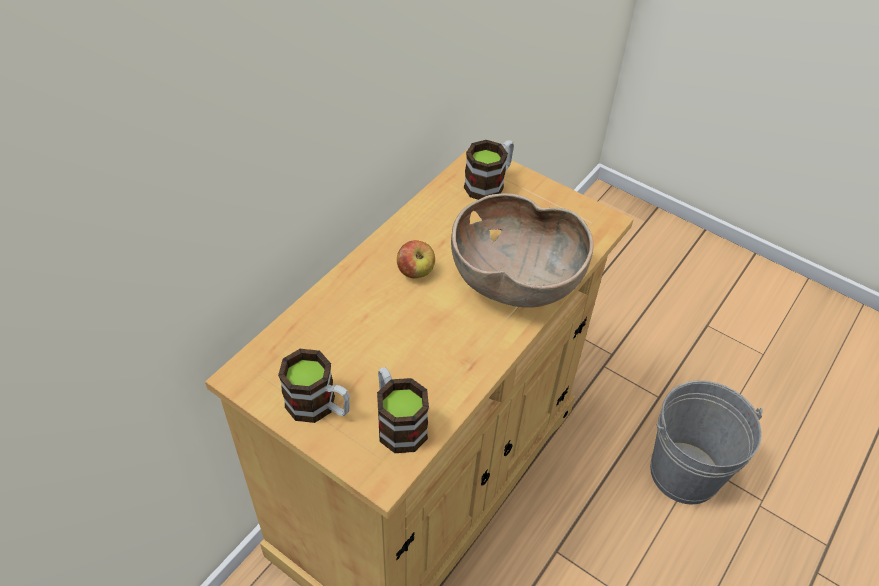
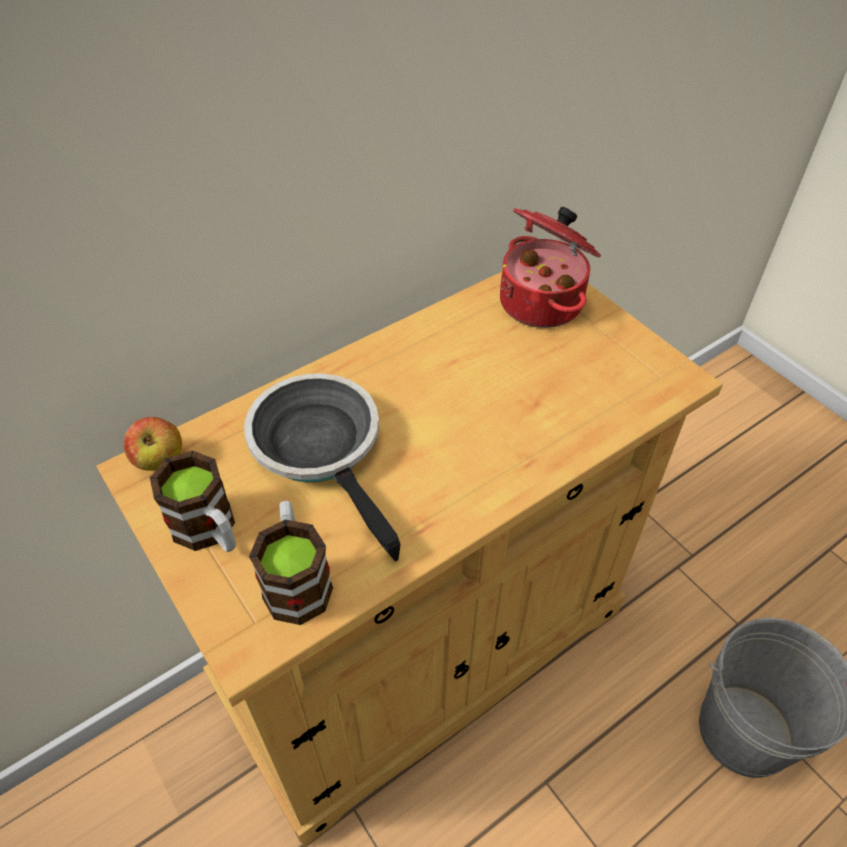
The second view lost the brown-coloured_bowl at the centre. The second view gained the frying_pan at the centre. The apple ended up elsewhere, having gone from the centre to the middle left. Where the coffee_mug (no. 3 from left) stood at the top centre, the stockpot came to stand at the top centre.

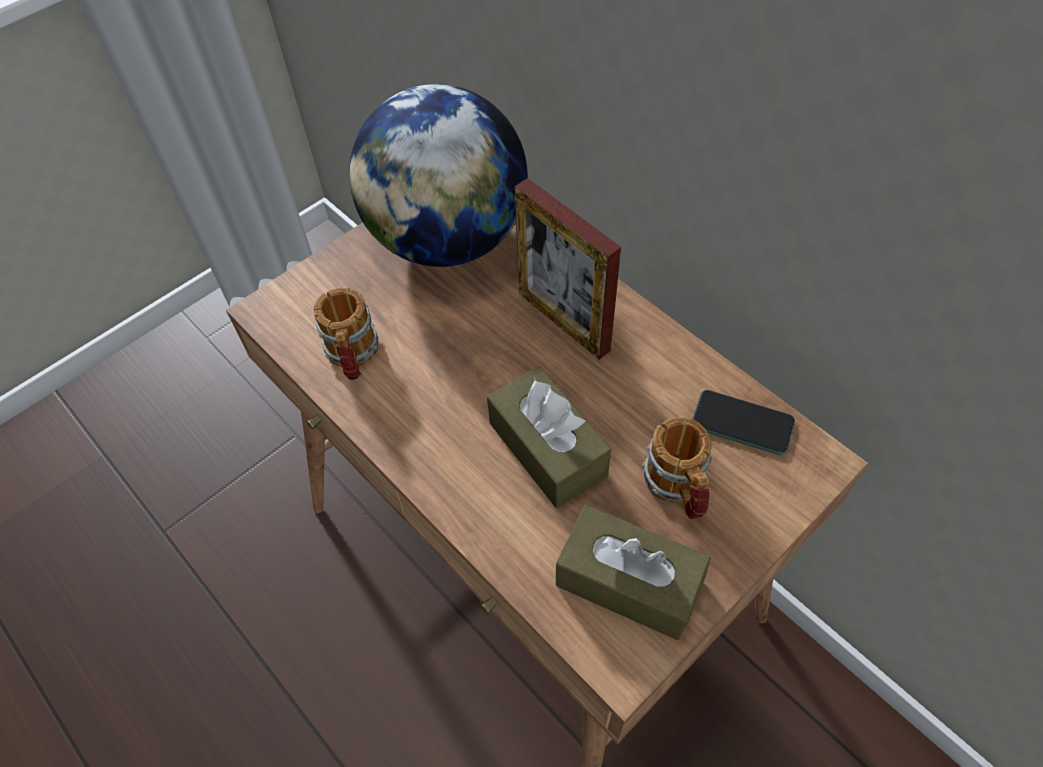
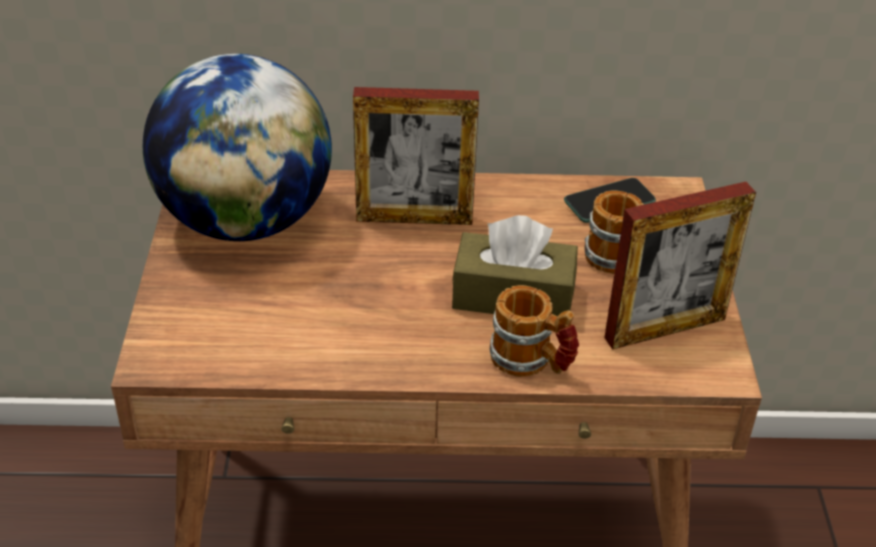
The coffee_mug (no. 1 from left) ended up elsewhere, having gone from the middle left to the centre. Where the brown-coloured_box_of_tissues (no. 2 from left) stood at the bottom centre, the photo_frame (no. 2 from left) came to stand at the middle right.

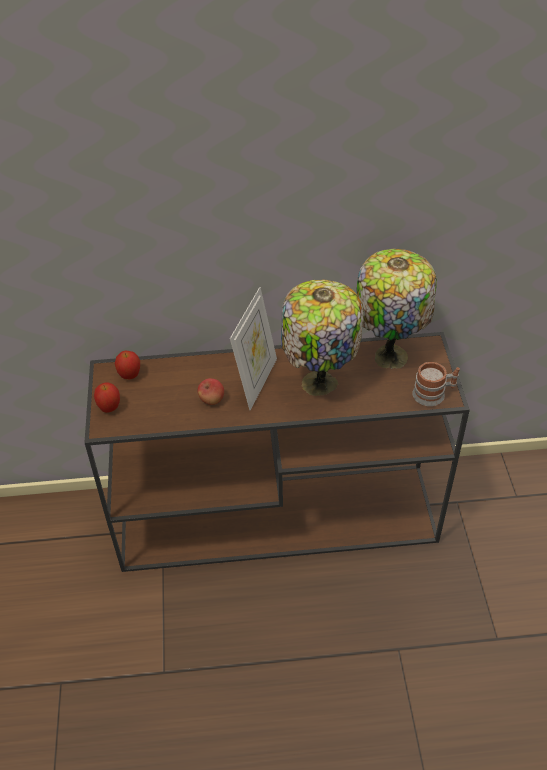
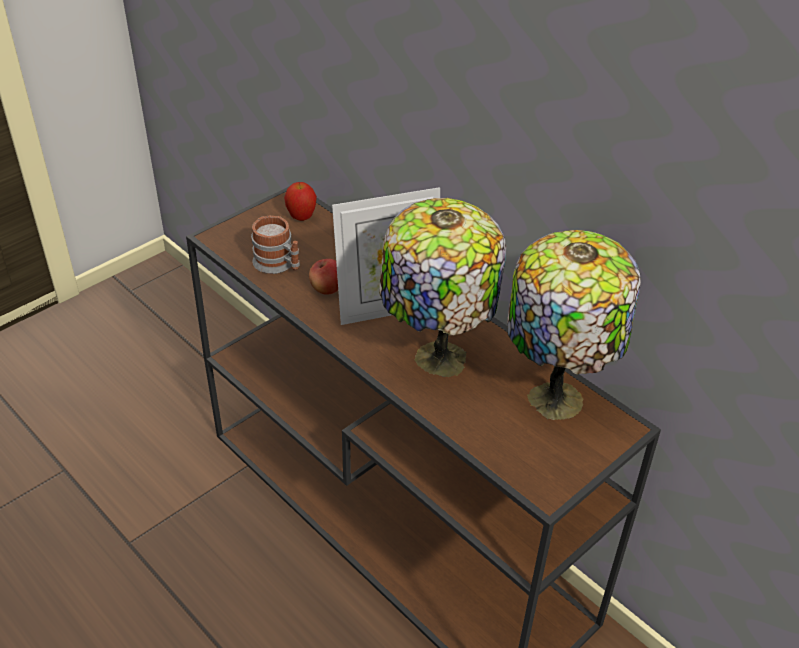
The second view lost the apple (no. 1 from left) at the middle left. The coffee_mug ended up elsewhere, having gone from the middle right to the centre.

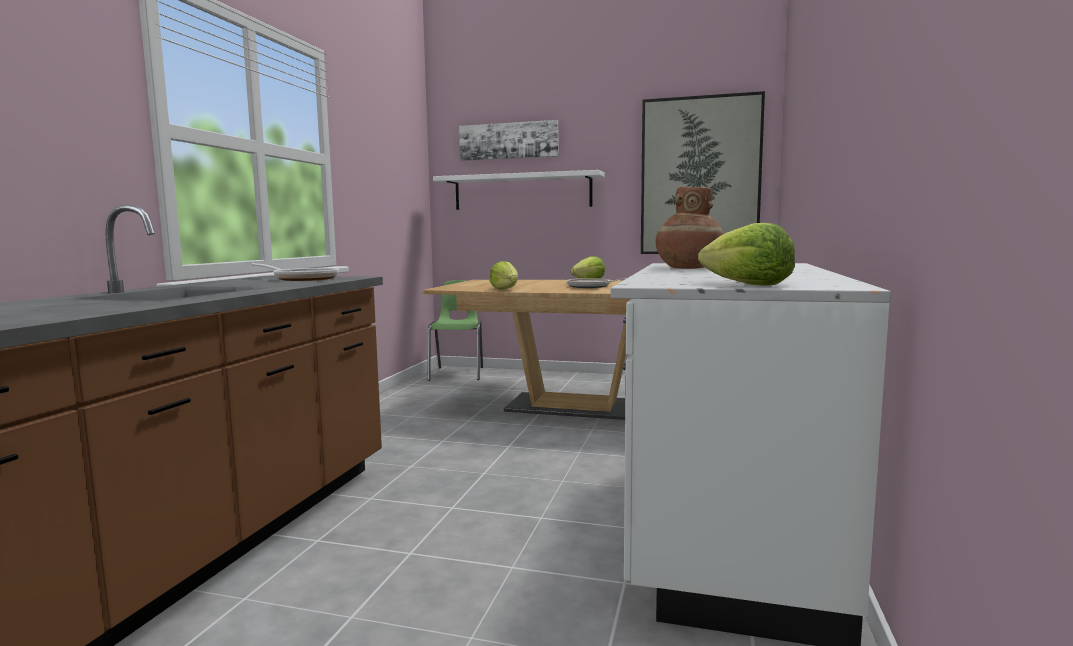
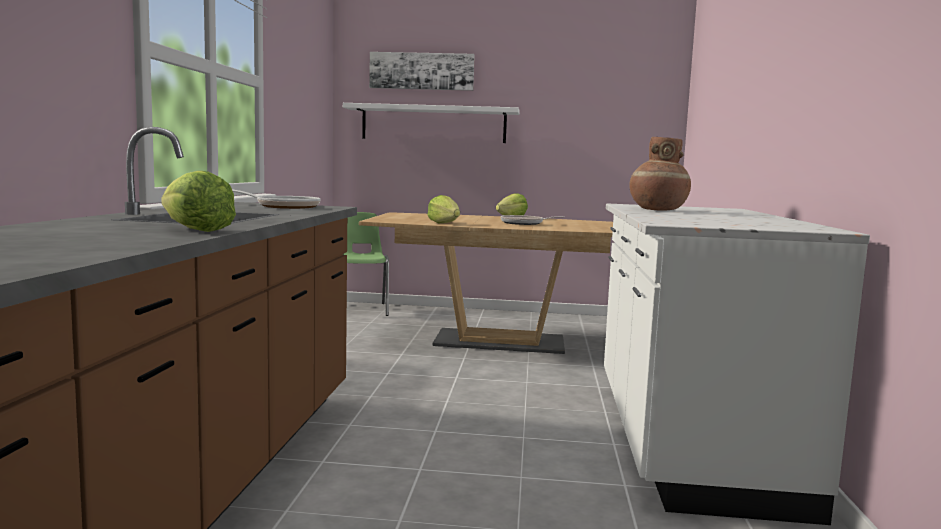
The second view lost the picture (no. 2 from left) at the top centre. The lettuce_head (no. 3 from left in the first image) ended up elsewhere, having gone from the middle right to the middle left.

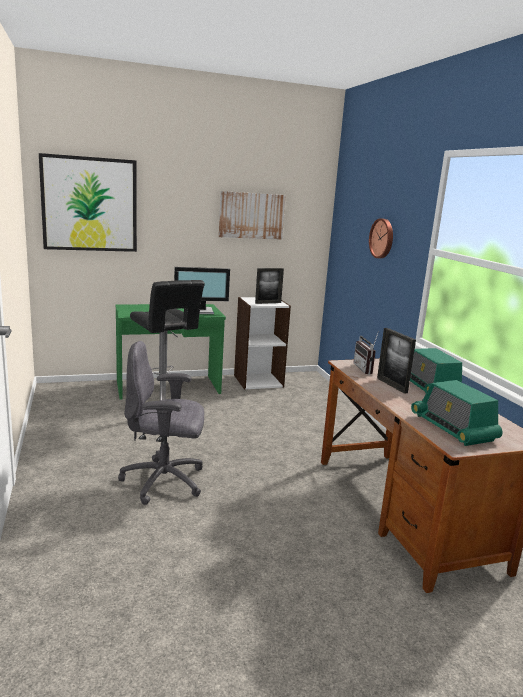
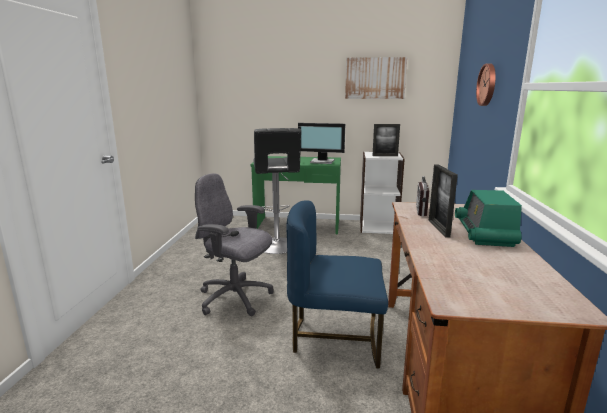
The second view lost the picture (no. 1 from left) at the top left. The second view lost the radio_set (no. 3 from left) at the middle right. The second view gained the blue-coloured_chair at the bottom centre.

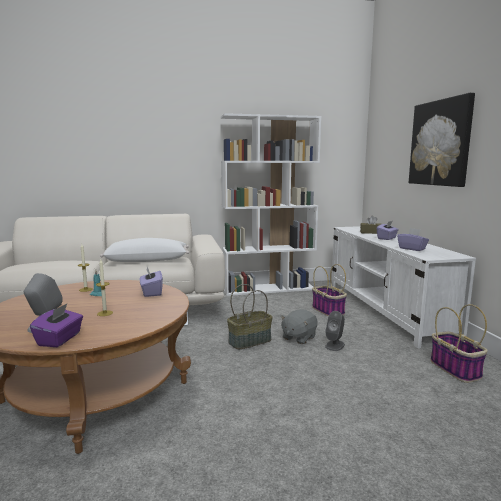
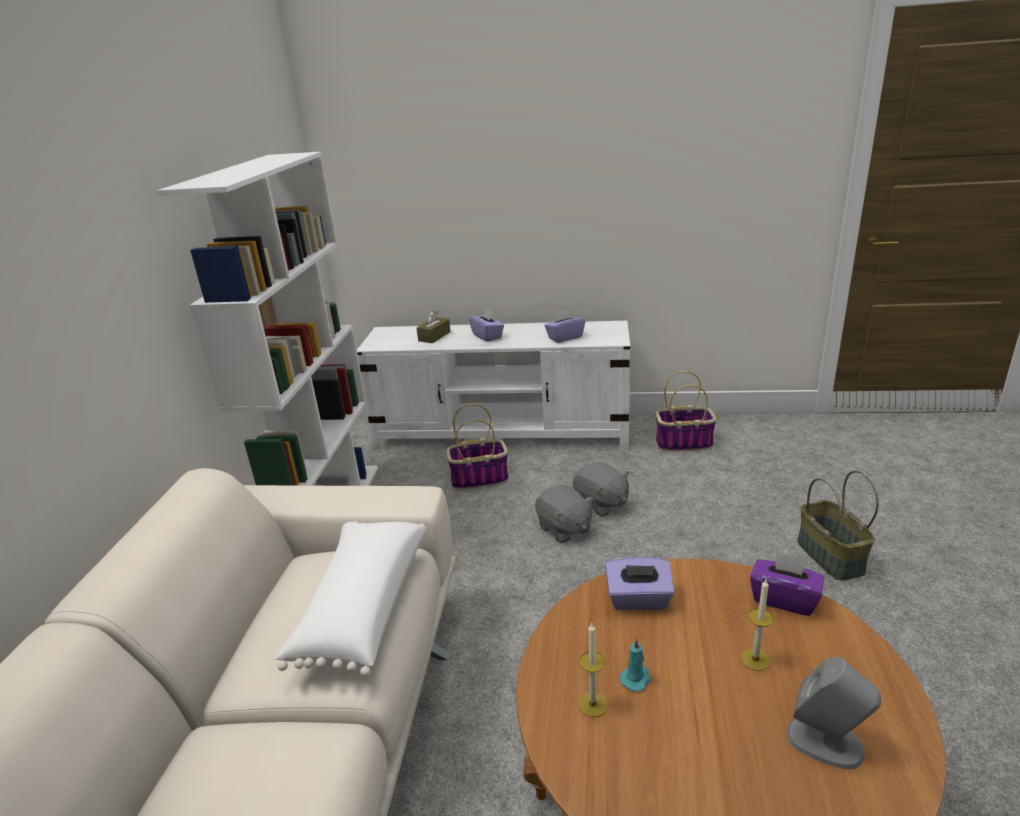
The second view lost the picture at the top right. The purplish_box_of_tissues (no. 1 from left in the first image) ended up elsewhere, having gone from the middle left to the bottom right. The basket (no. 1 from left in the first image) ended up elsewhere, having gone from the centre to the middle right. Where the greyish_loudspeaker (no. 2 from left) stood at the middle right, the greyish_soft_toy (no. 2 from left) came to stand at the centre.

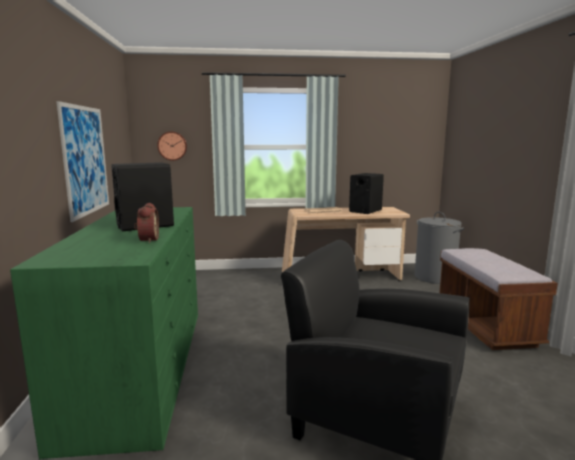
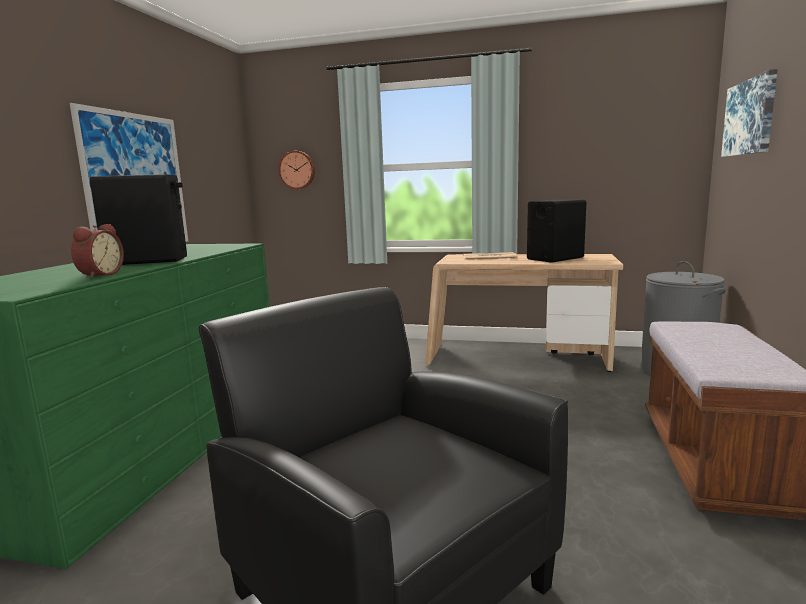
The second view gained the picture (no. 2 from left) at the top right.

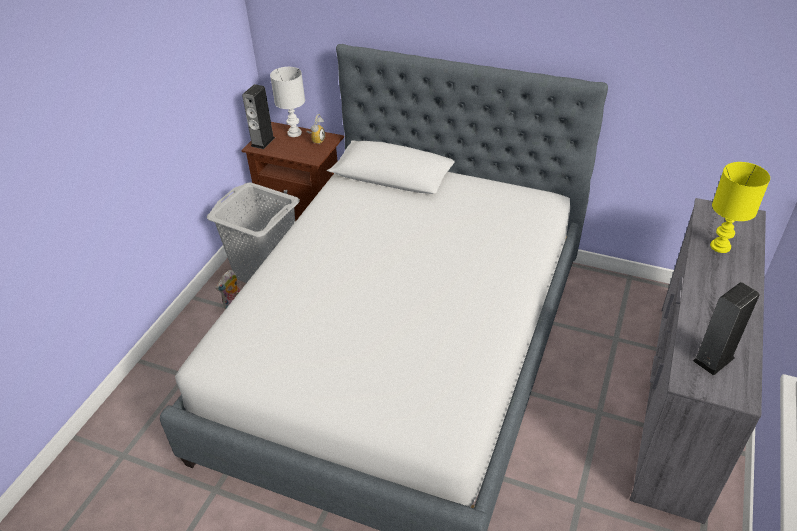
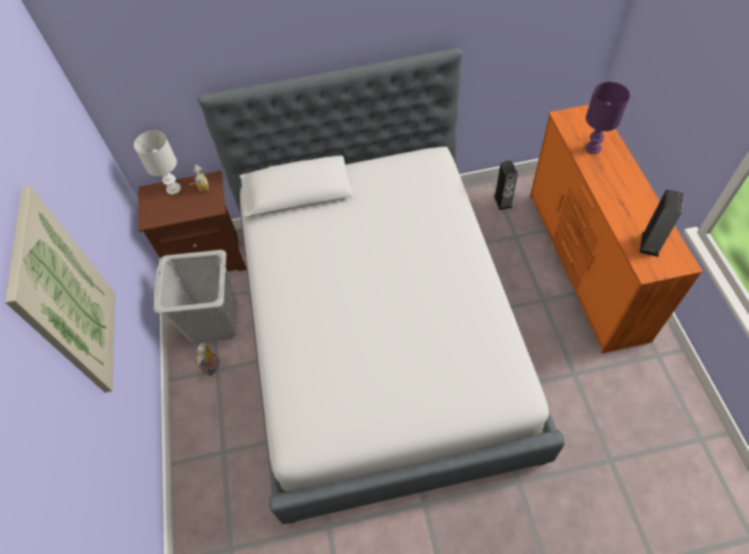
The second view gained the picture at the middle left. The loudspeaker (no. 1 from left) ended up elsewhere, having gone from the top left to the middle right. What was the greyish_chest_of_drawers at the bottom right turned into the orange-coloured_chest_of_drawers at the middle right. What was the yellowish_tabletop_lamp at the middle right turned into the purplish_tabletop_lamp at the top right.

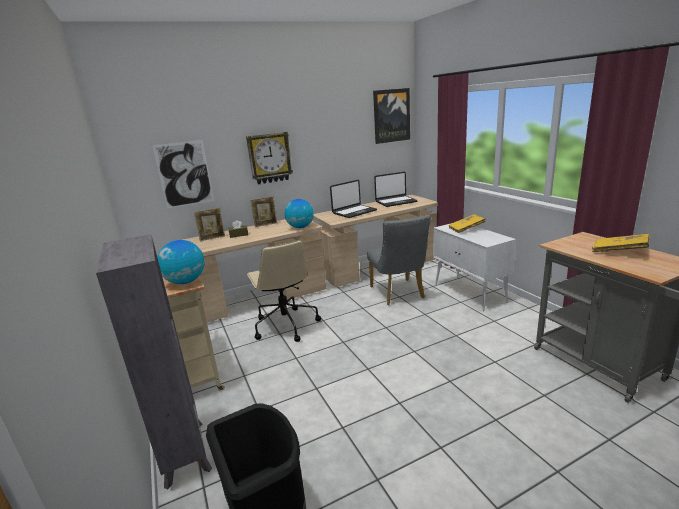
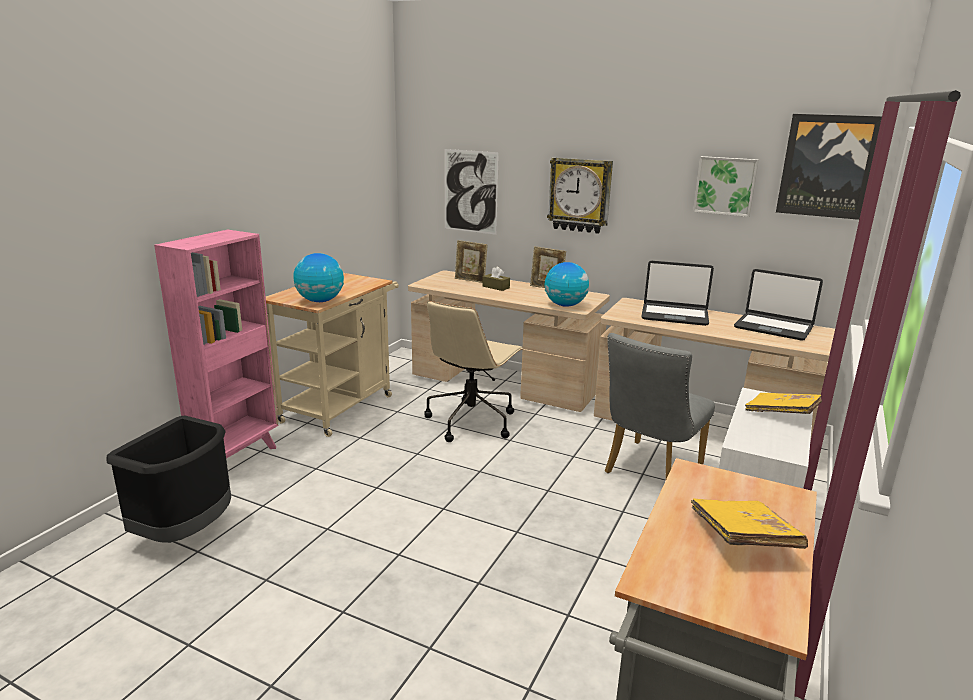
The second view gained the picture (no. 2 from left) at the top right. What was the greyish_bookshelf at the bottom left turned into the pinkish_bookshelf at the middle left.

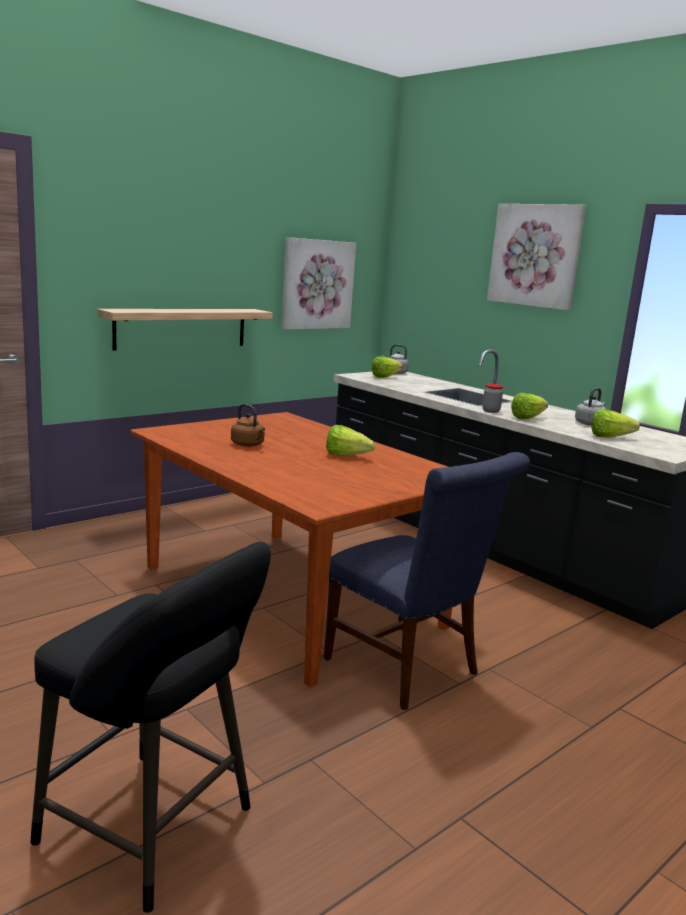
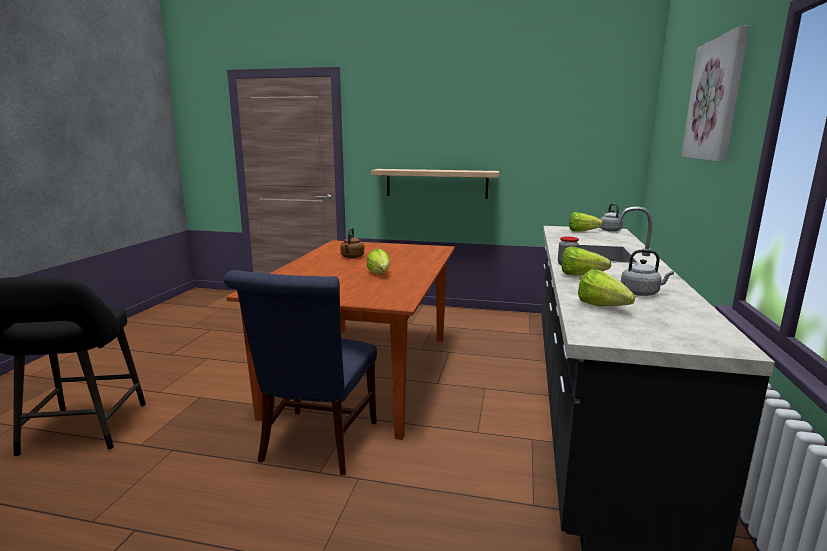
The second view lost the picture (no. 1 from left) at the top centre.

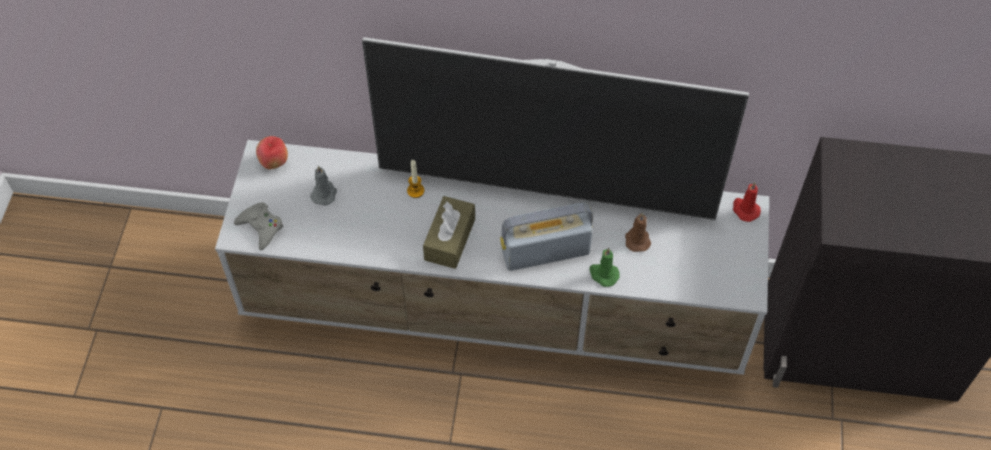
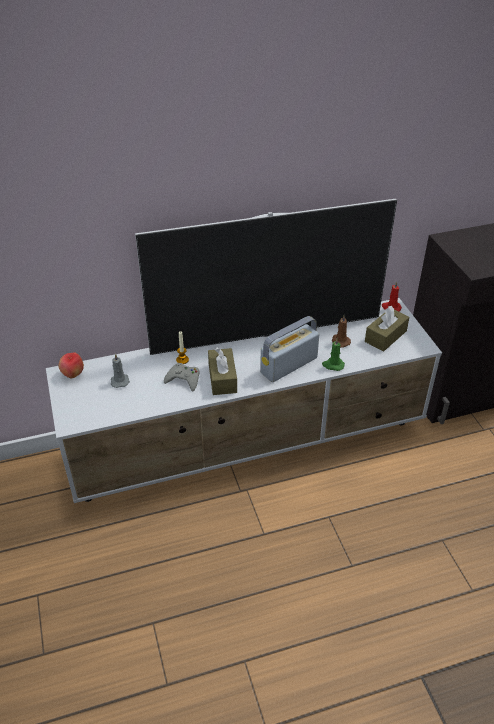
The second view gained the brown-coloured_box_of_tissues (no. 2 from left) at the middle right. The greyish_joypad ended up elsewhere, having gone from the middle left to the centre.

